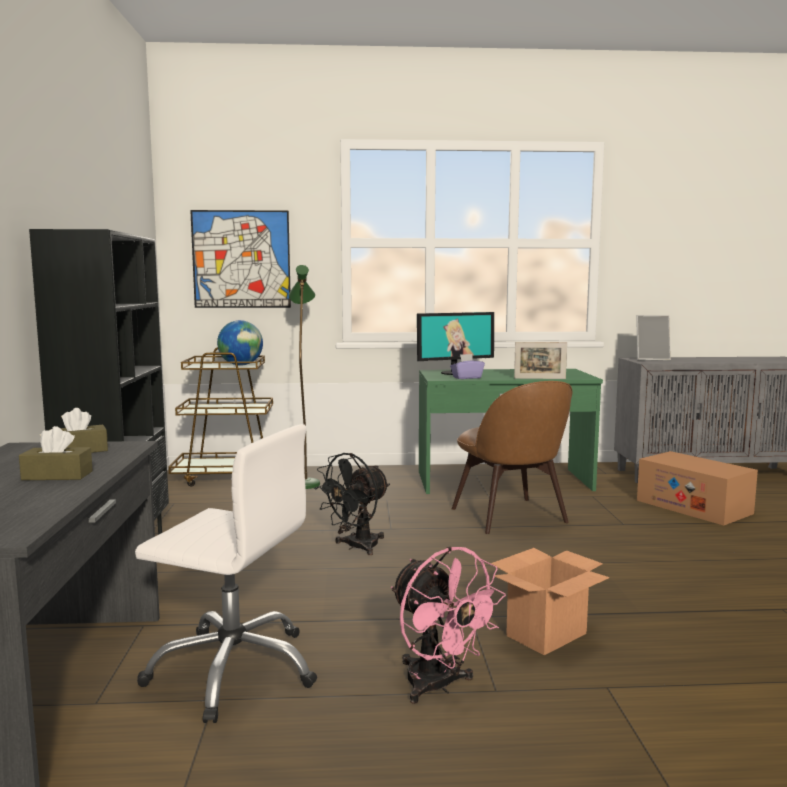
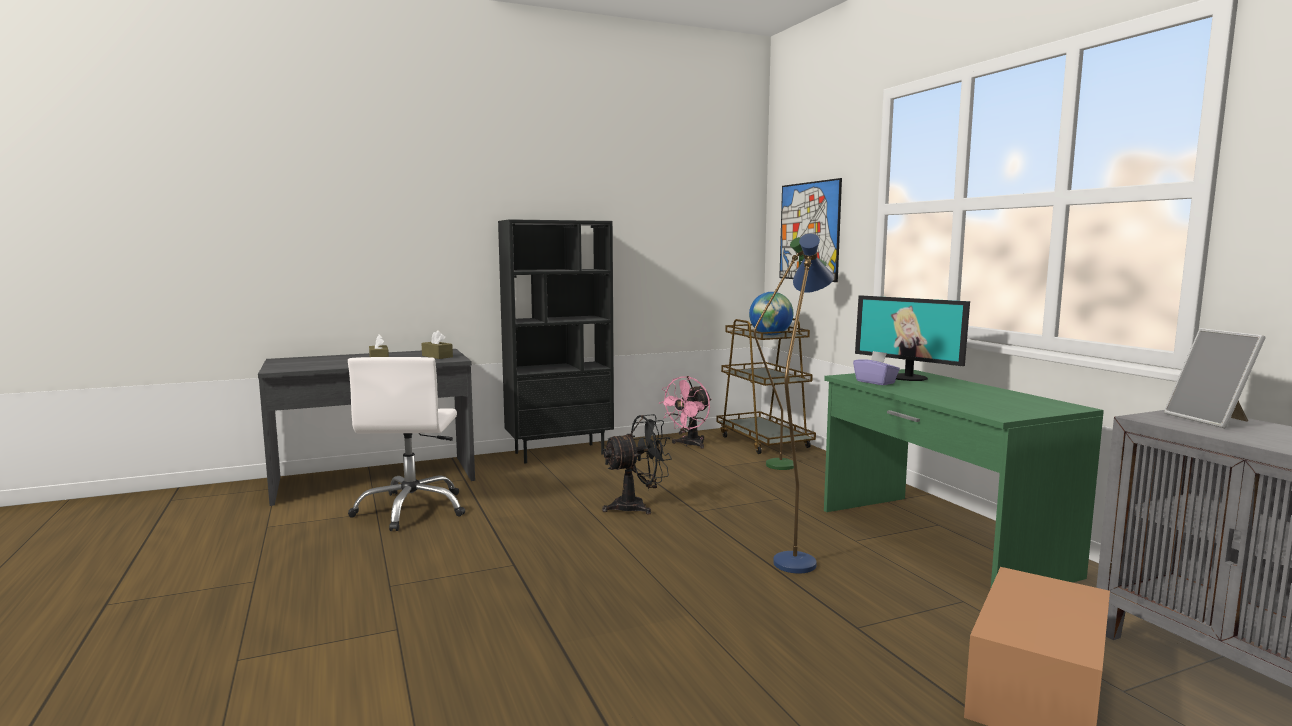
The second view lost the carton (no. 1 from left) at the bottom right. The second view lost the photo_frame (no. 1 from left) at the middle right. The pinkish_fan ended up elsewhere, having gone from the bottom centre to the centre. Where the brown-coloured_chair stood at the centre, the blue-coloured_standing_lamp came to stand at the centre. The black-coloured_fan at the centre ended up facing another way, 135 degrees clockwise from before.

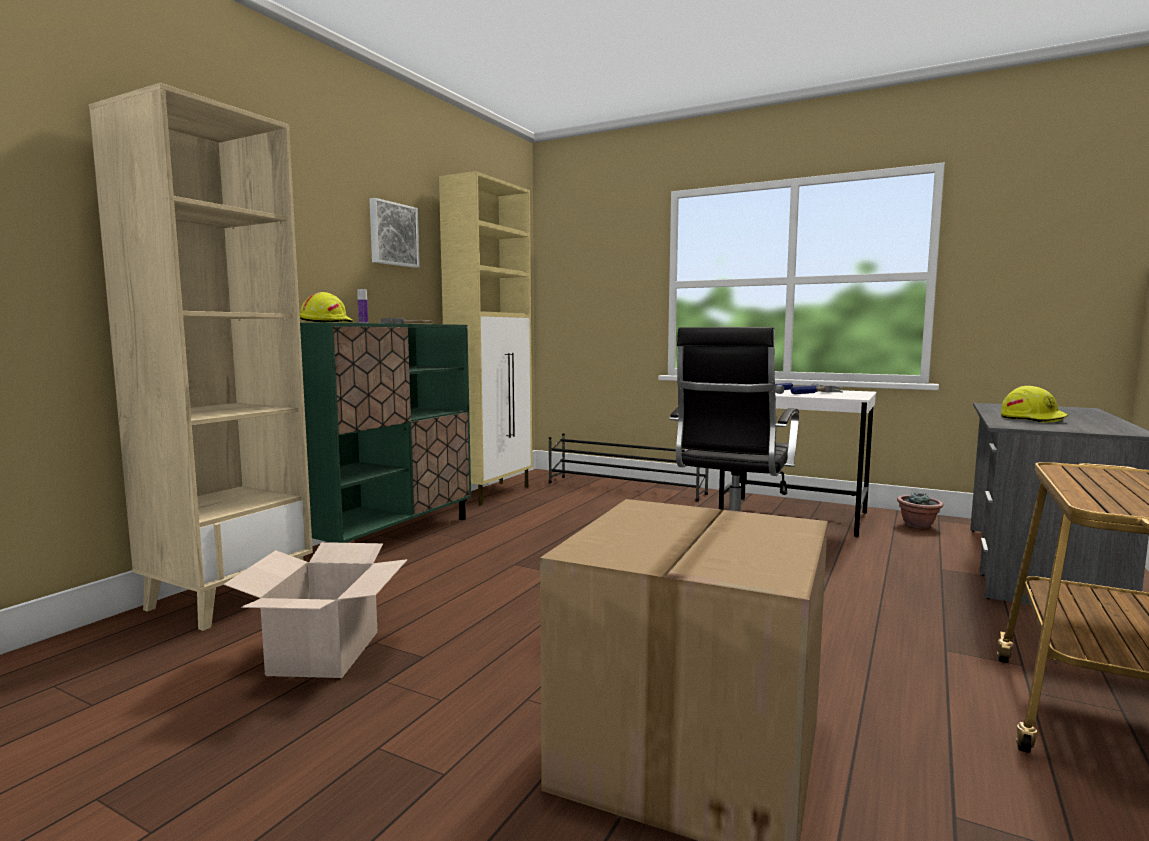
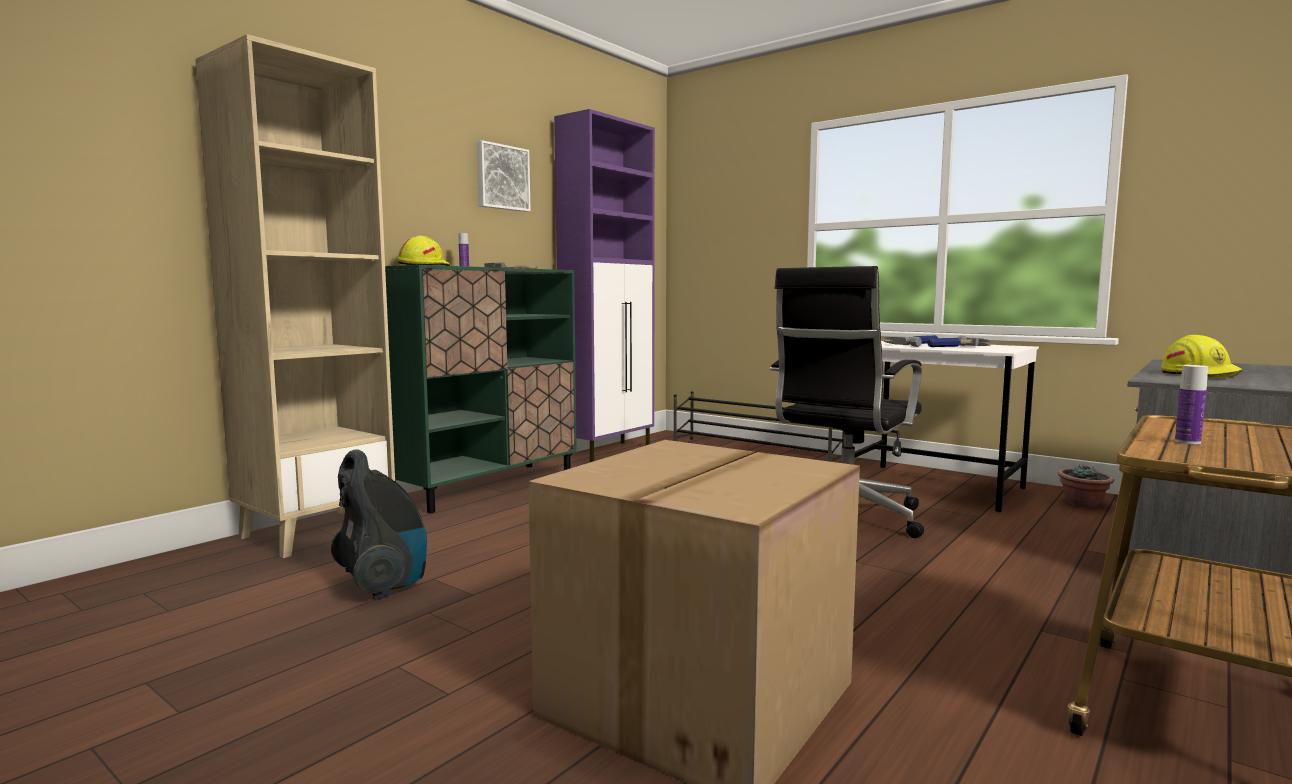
The second view gained the bottle (no. 2 from left) at the middle right. Where the carton (no. 1 from left) stood at the bottom left, the vacuum came to stand at the bottom left. What was the sand-coloured_cabinet at the centre turned into the purplish_cabinet at the centre.

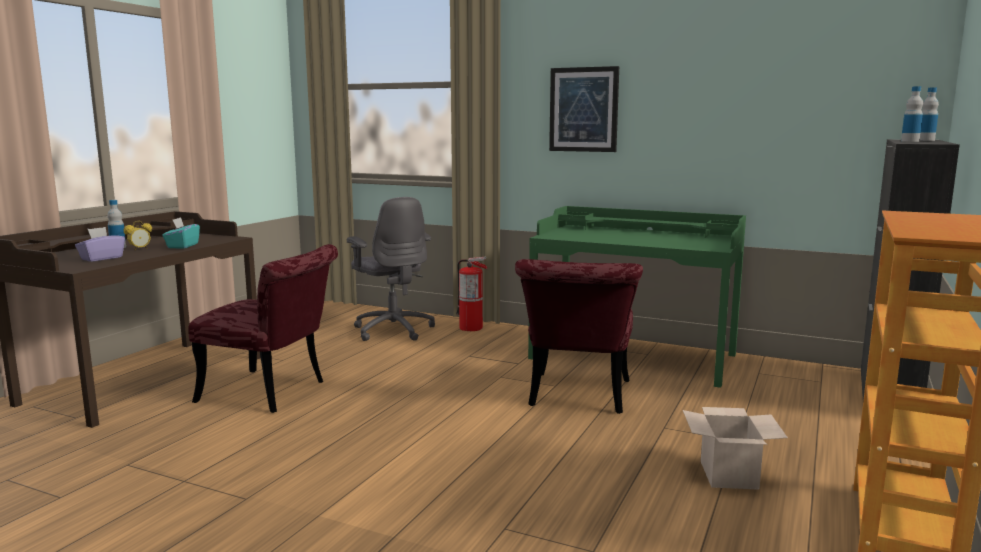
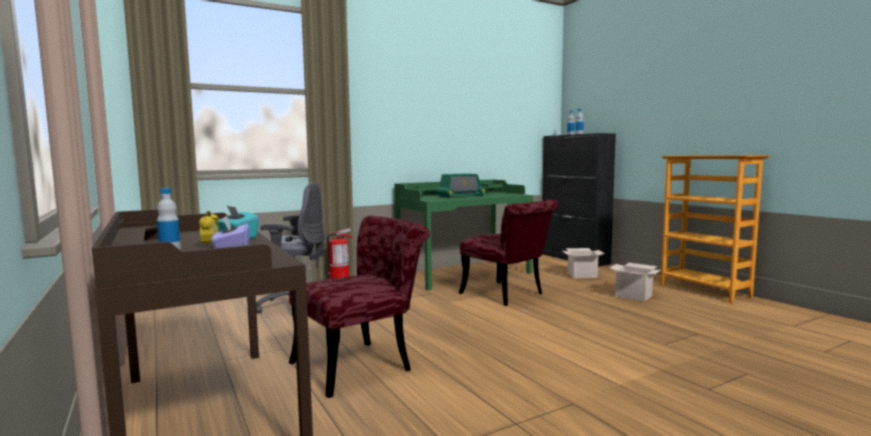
The second view lost the picture at the top centre. The second view gained the radio_set at the centre. The second view gained the carton (no. 1 from left) at the middle right.

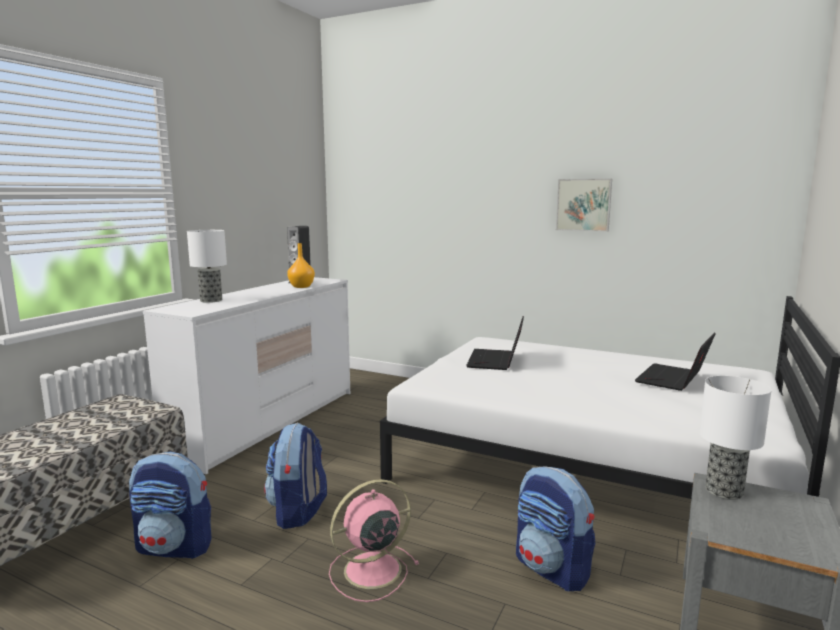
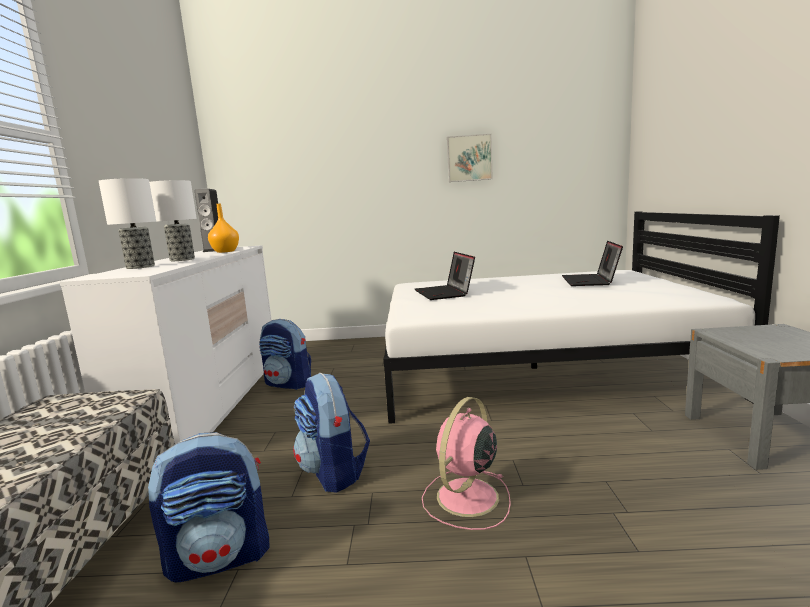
The backpack (no. 3 from left in the first image) ended up elsewhere, having gone from the bottom centre to the centre. The tabletop_lamp (no. 2 from left) ended up elsewhere, having gone from the bottom right to the middle left.

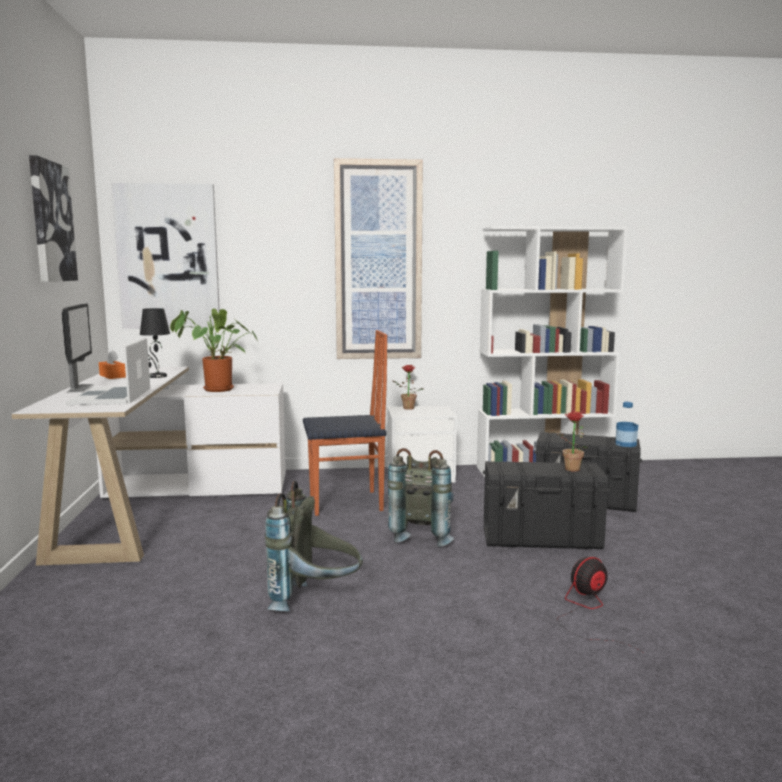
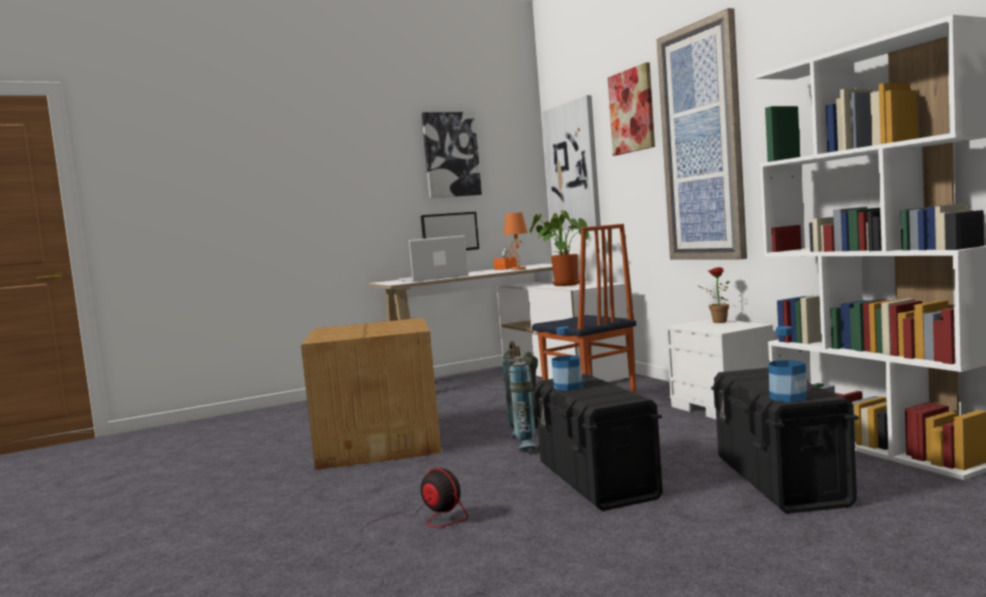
The second view lost the potted_plant (no. 3 from left) at the middle right. The second view gained the bottle (no. 1 from left) at the centre. The second view gained the picture (no. 3 from left) at the top centre. Where the greyish_backpack (no. 1 from left) stood at the bottom centre, the carton came to stand at the centre. What was the black-coloured_tabletop_lamp at the middle left turned into the orange-coloured_tabletop_lamp at the centre.

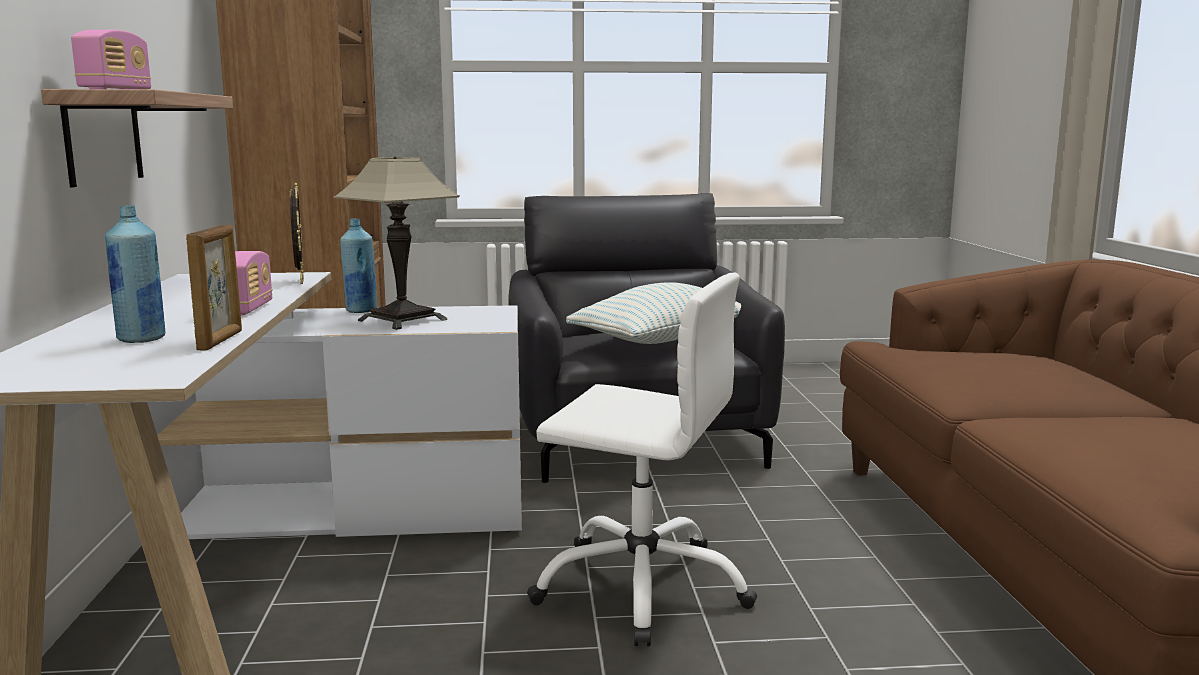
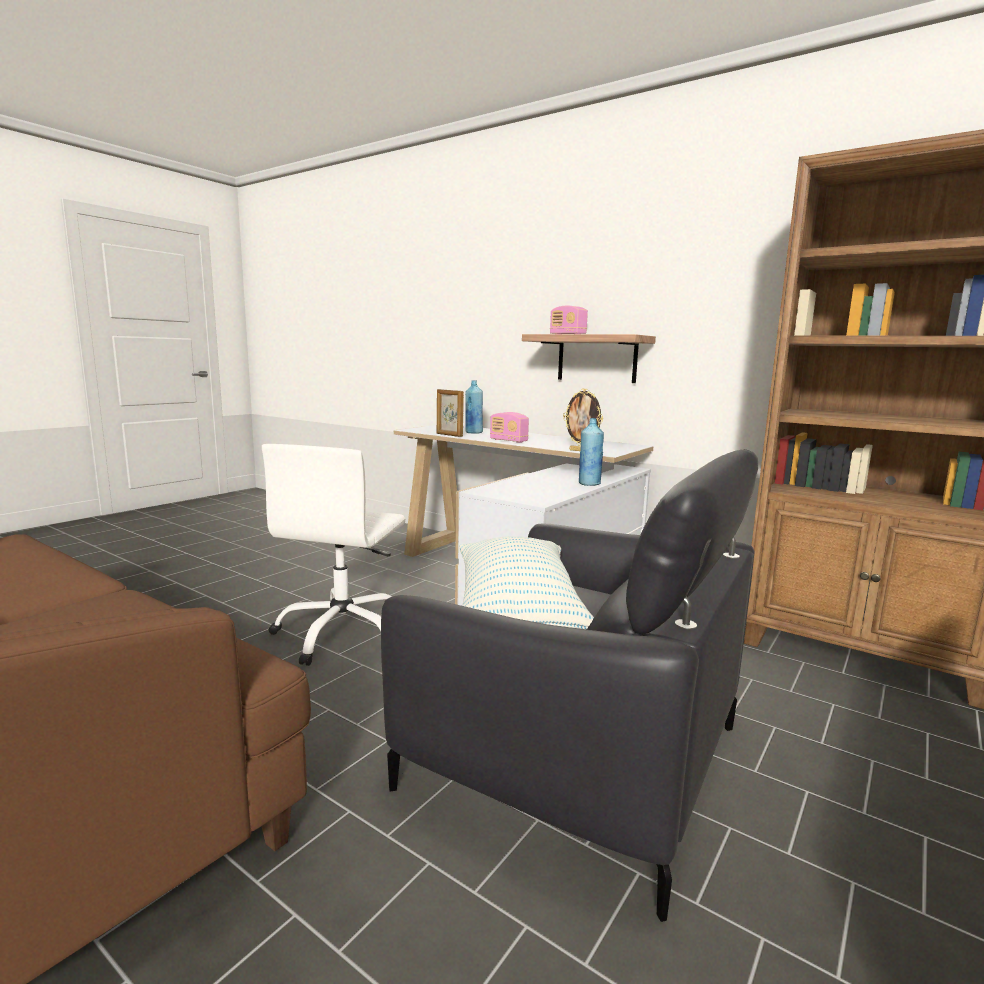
The second view lost the tabletop_lamp at the middle left. The white-coloured_desk_chair at the bottom centre ended up facing another way, 45 degrees counterclockwise from before.

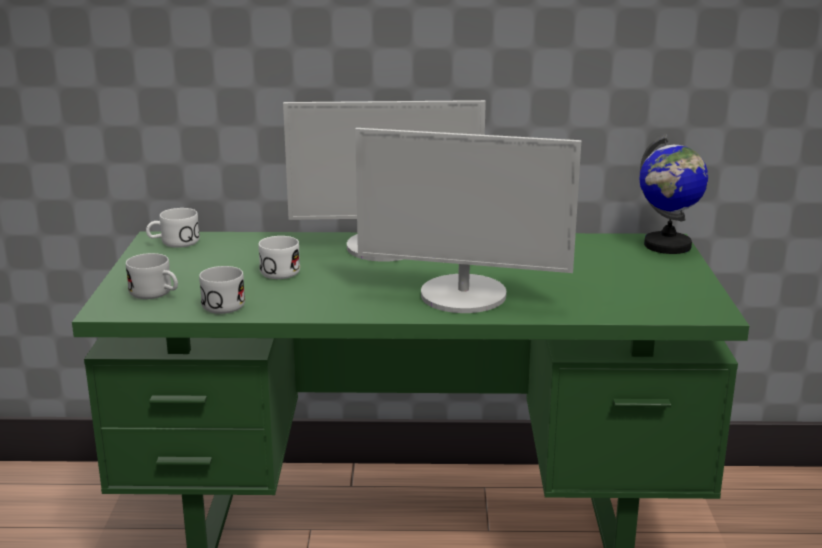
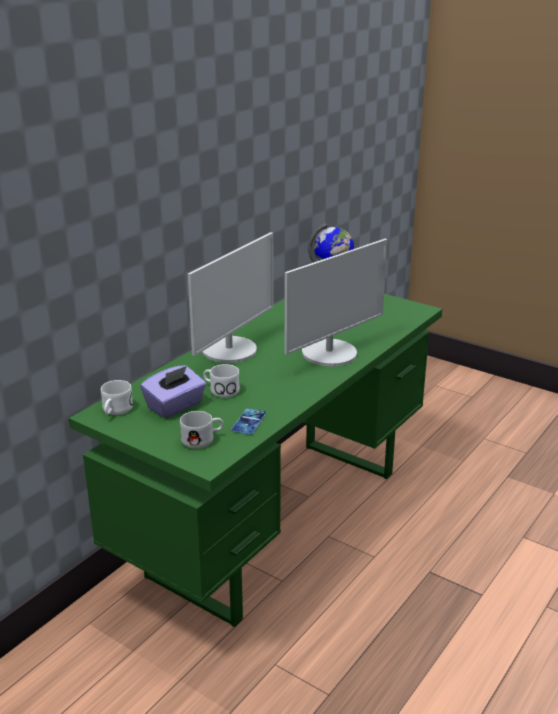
The second view gained the purplish_box_of_tissues at the middle left. Where the white-coloured_coffee_mug (no. 3 from left) stood at the middle left, the telephone came to stand at the centre.

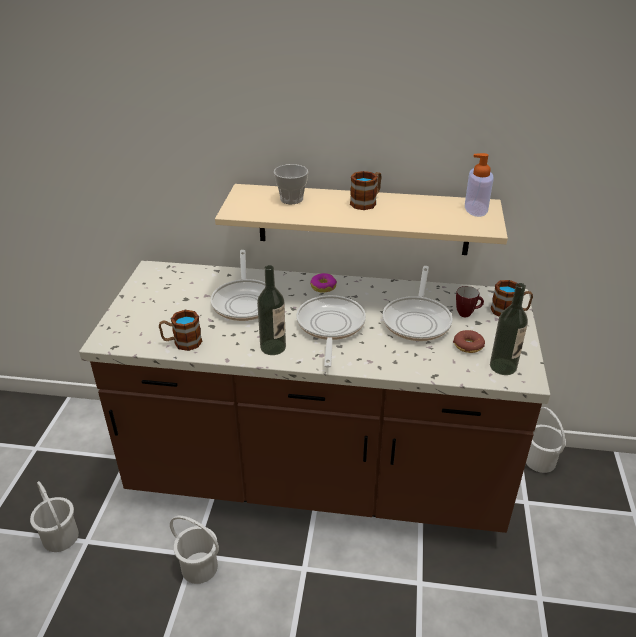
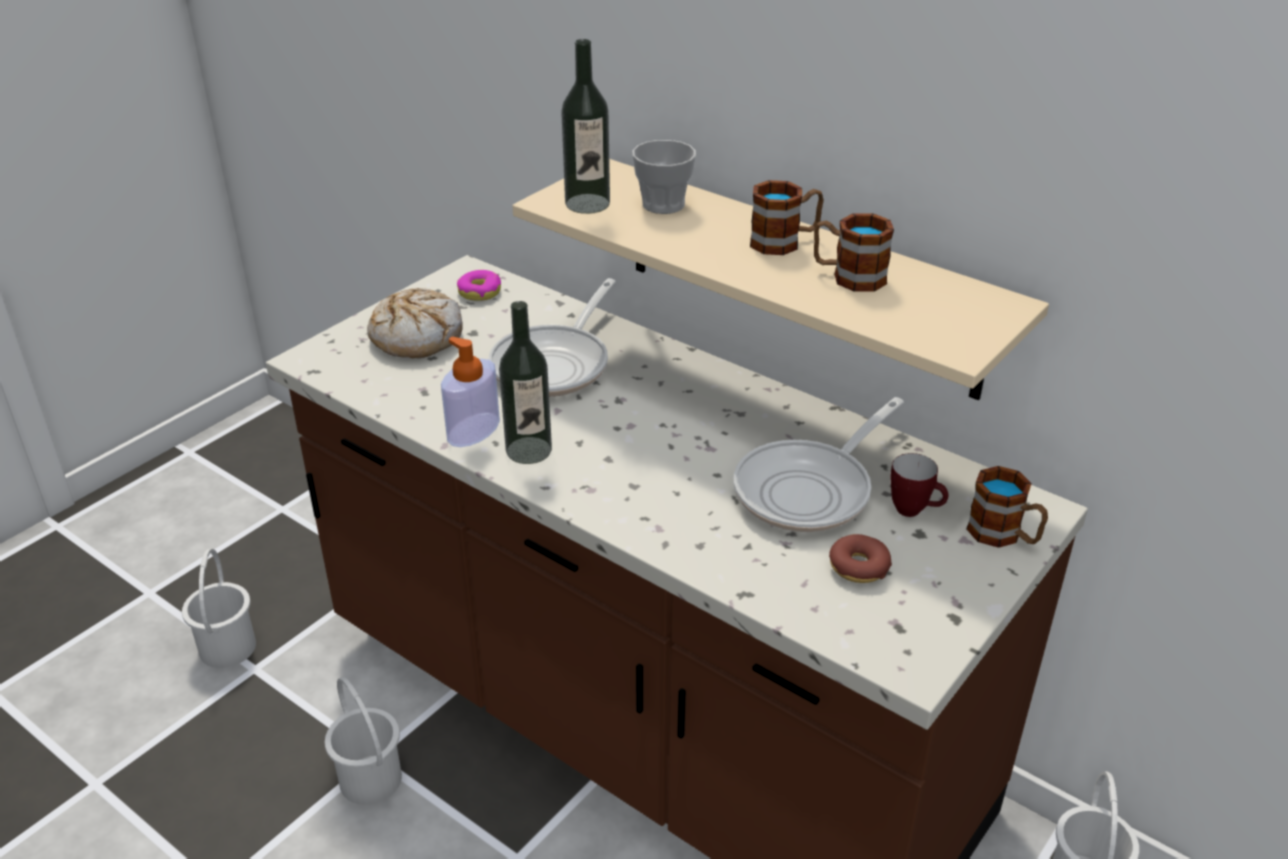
The second view lost the frying_pan (no. 2 from left) at the centre. The second view gained the bread at the middle left. The coffee_mug (no. 1 from left in the first image) ended up elsewhere, having gone from the middle left to the top centre. The ring_doughnut (no. 1 from left) ended up elsewhere, having gone from the centre to the top centre. The liquid_soap_bottle ended up elsewhere, having gone from the top right to the centre. The bottle (no. 2 from left) ended up elsewhere, having gone from the middle right to the top centre.

